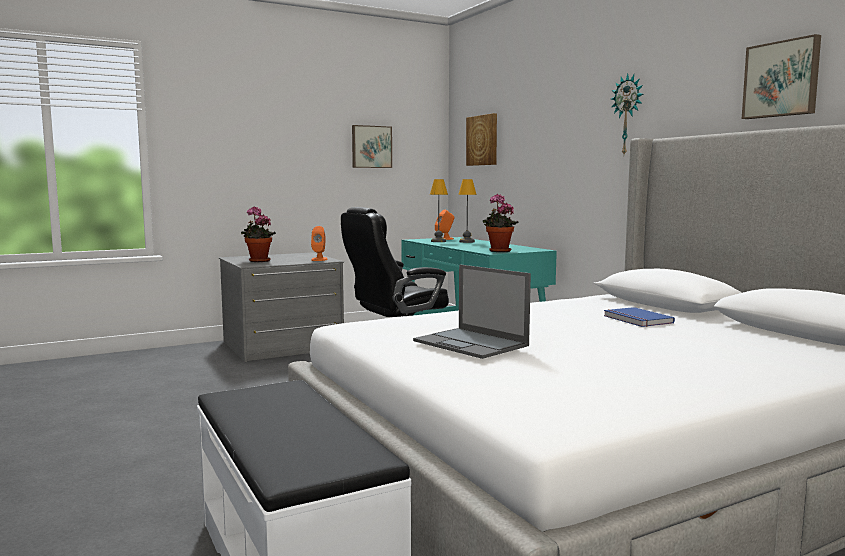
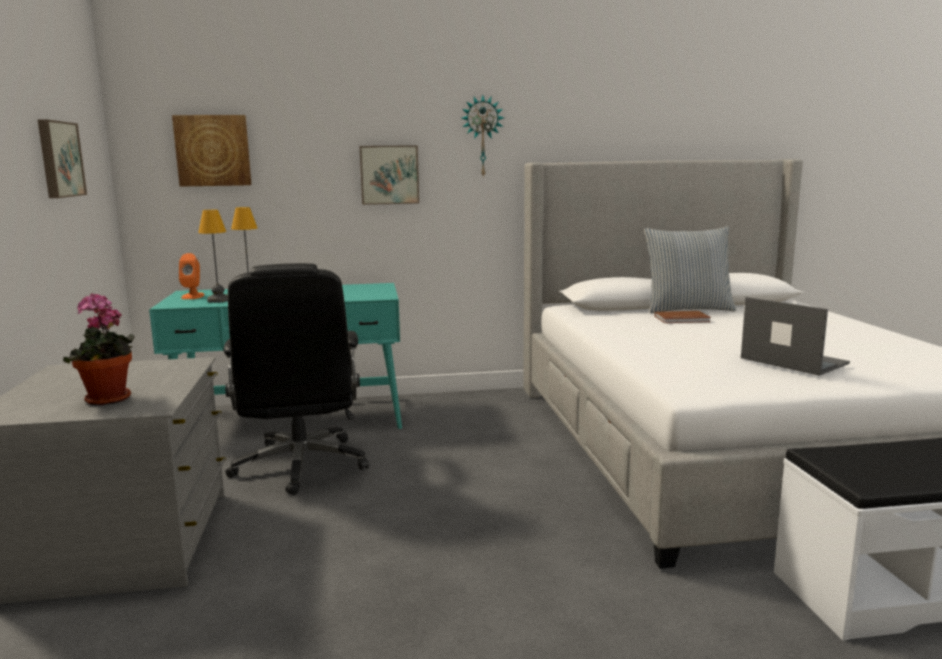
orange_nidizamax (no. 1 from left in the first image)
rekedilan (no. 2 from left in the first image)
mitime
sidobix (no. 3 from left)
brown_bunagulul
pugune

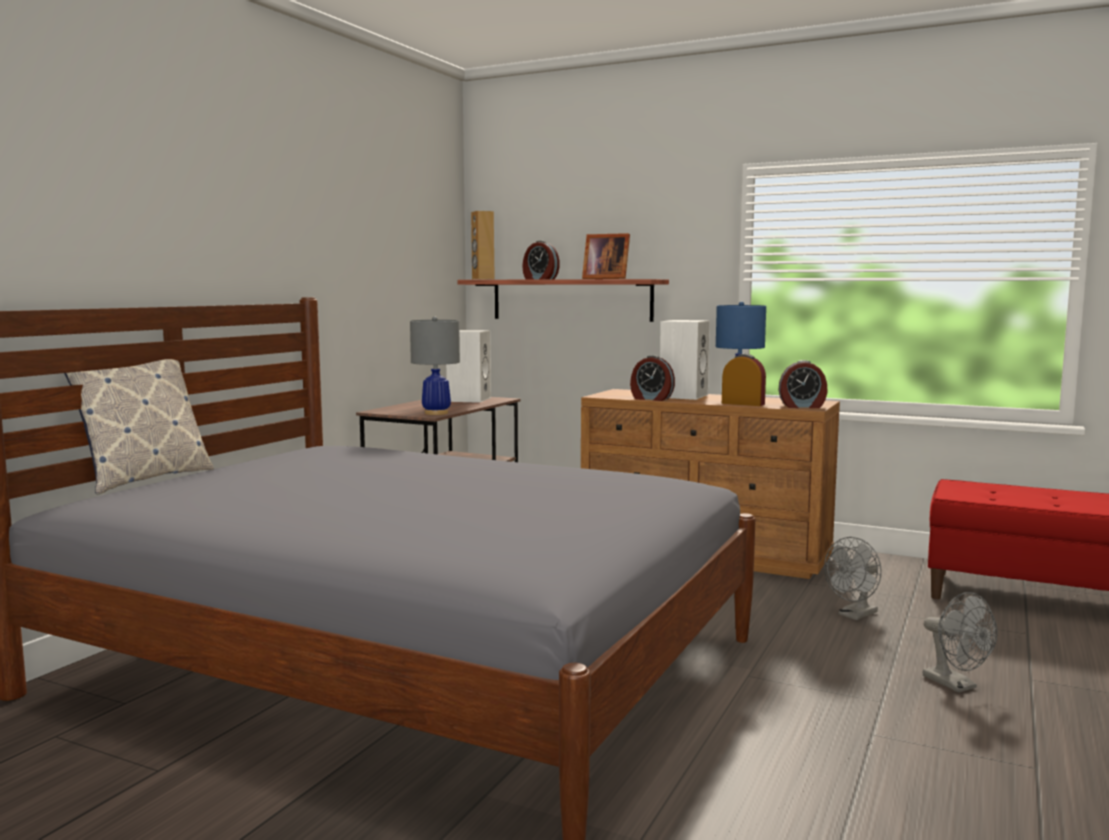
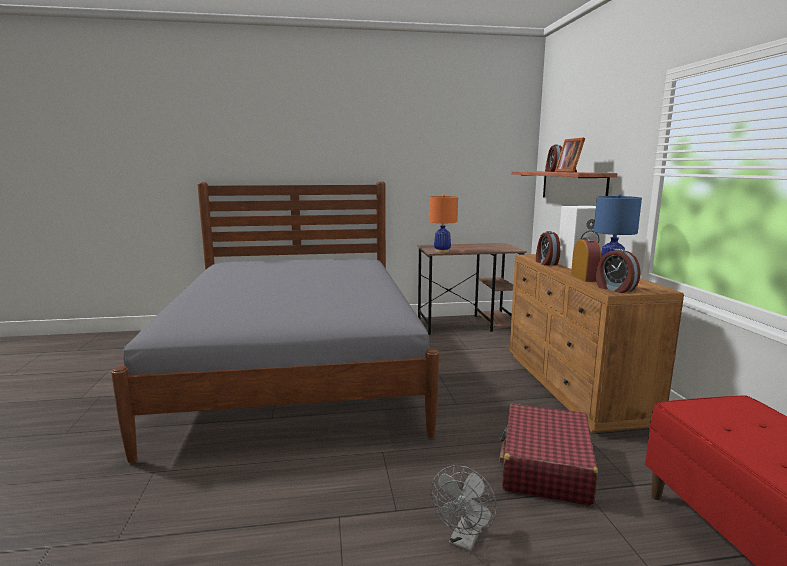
mitime
white_nidizamax (no. 1 from left in the first image)
brown_nidizamax
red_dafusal
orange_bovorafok

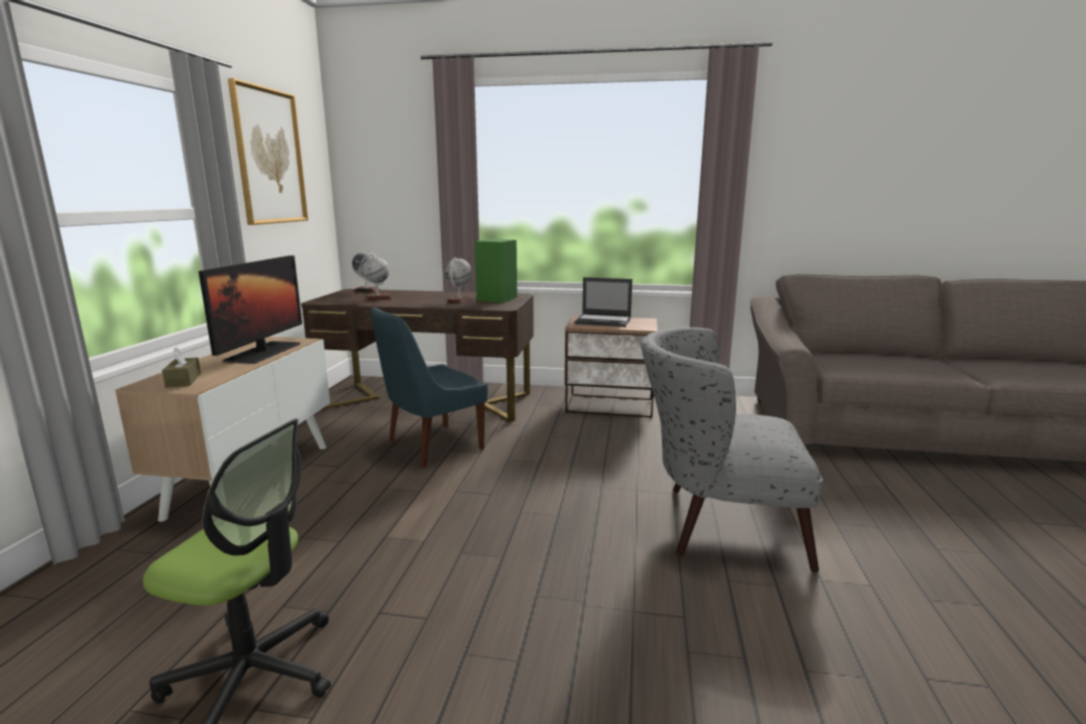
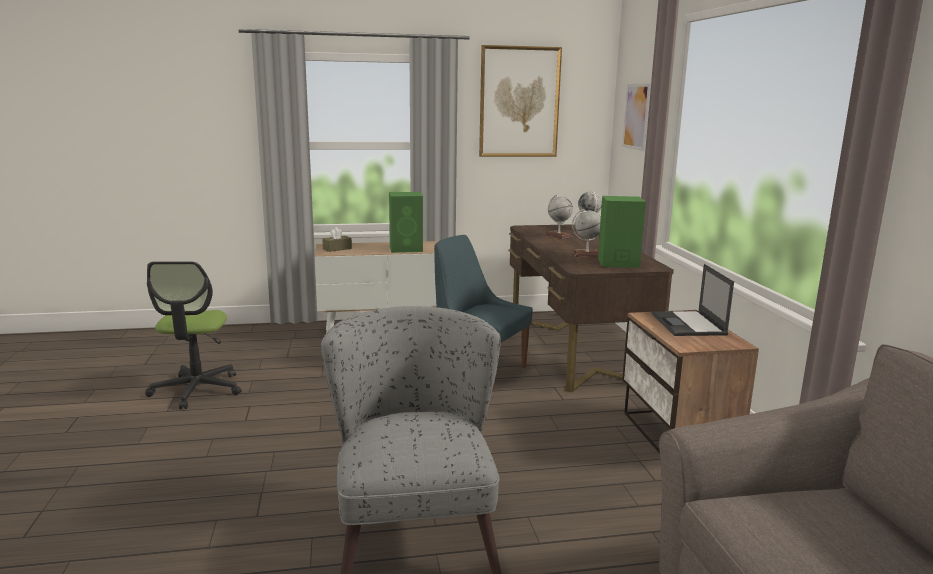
sidobix (no. 2 from left)
green_nidizamax (no. 1 from left)

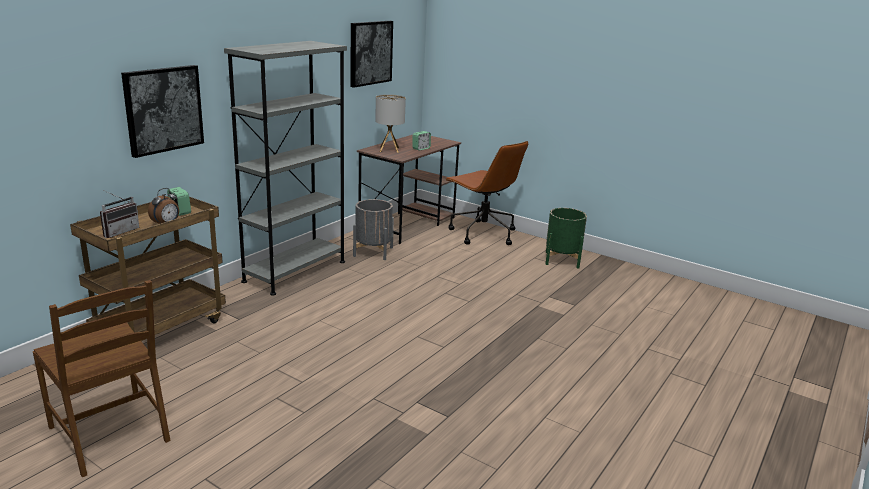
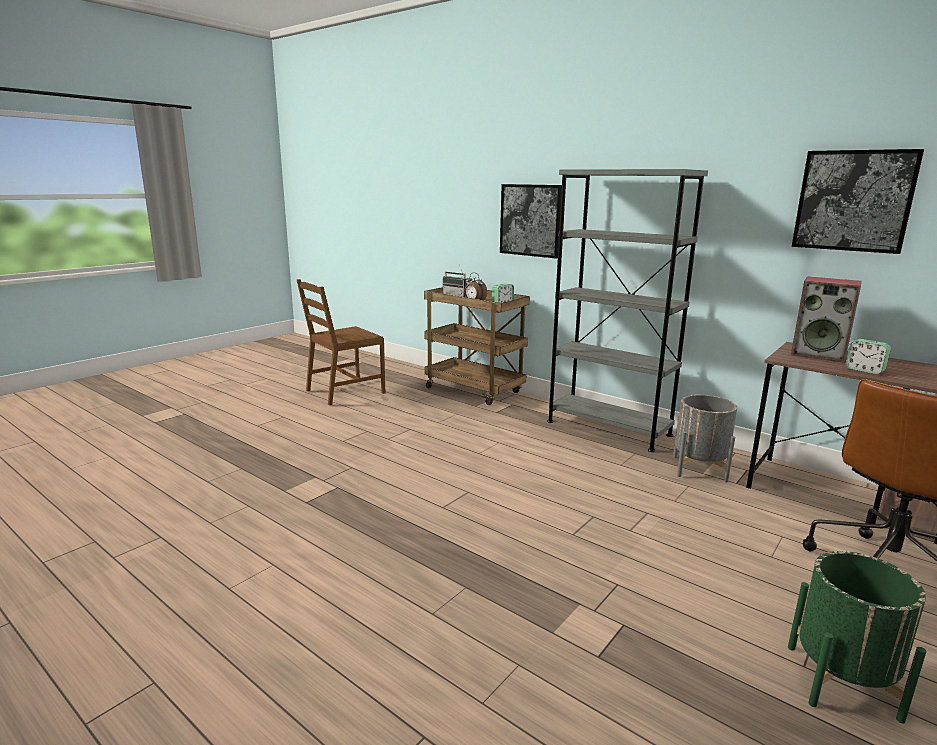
nidizamax

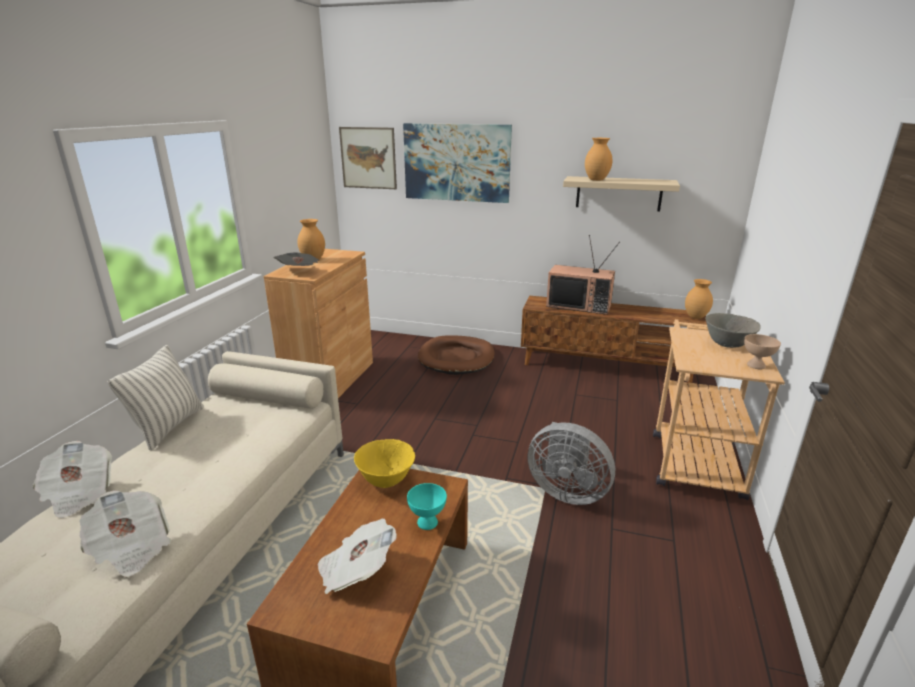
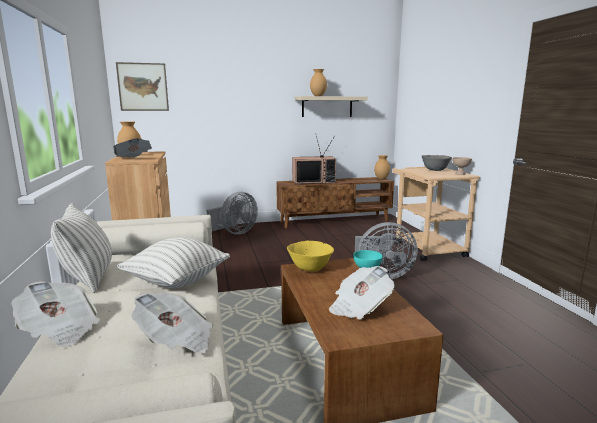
sidobix (no. 2 from left in the first image)
mitime (no. 2 from left)
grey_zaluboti (no. 1 from left)

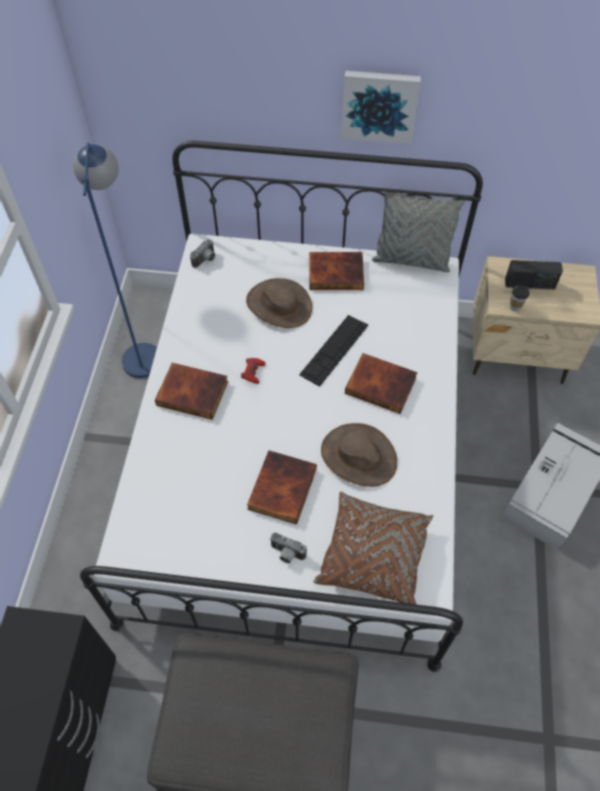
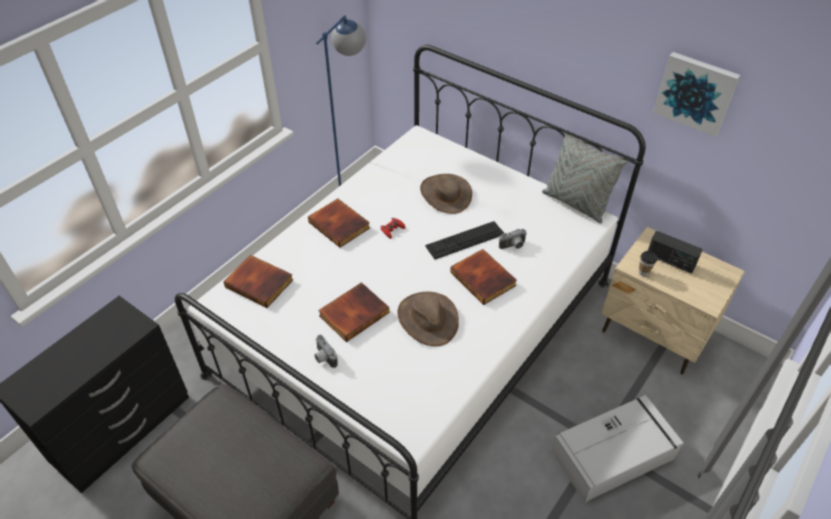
brown_mitime
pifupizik (no. 2 from left)
bunagulul (no. 1 from left)
sidobix

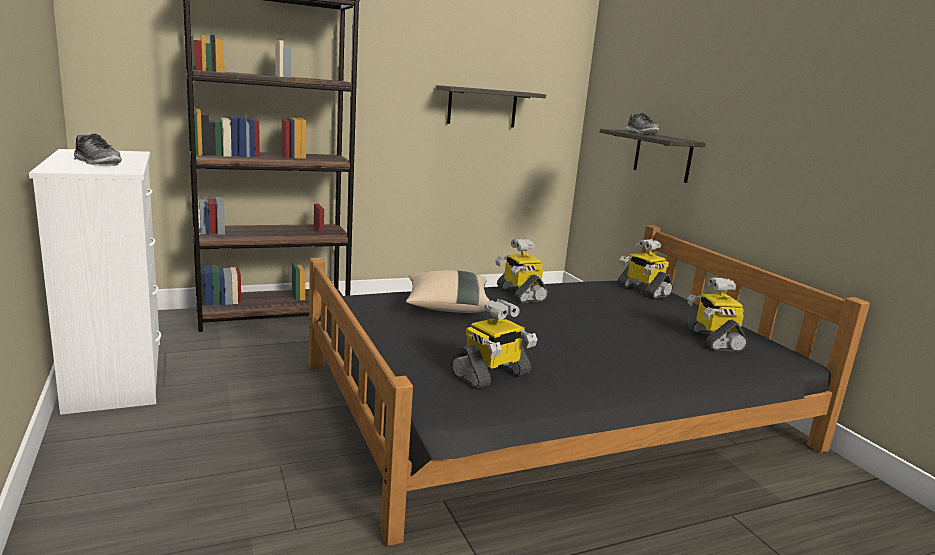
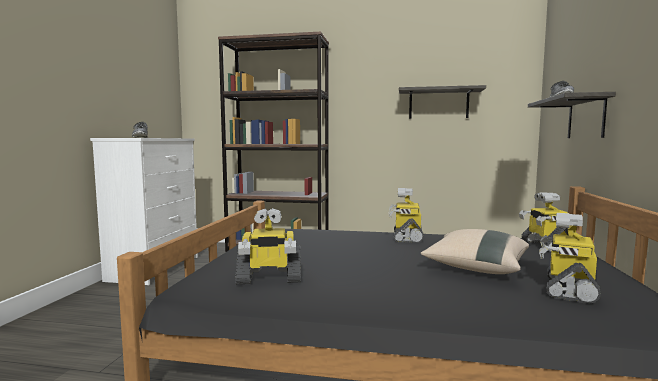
beige_mitime

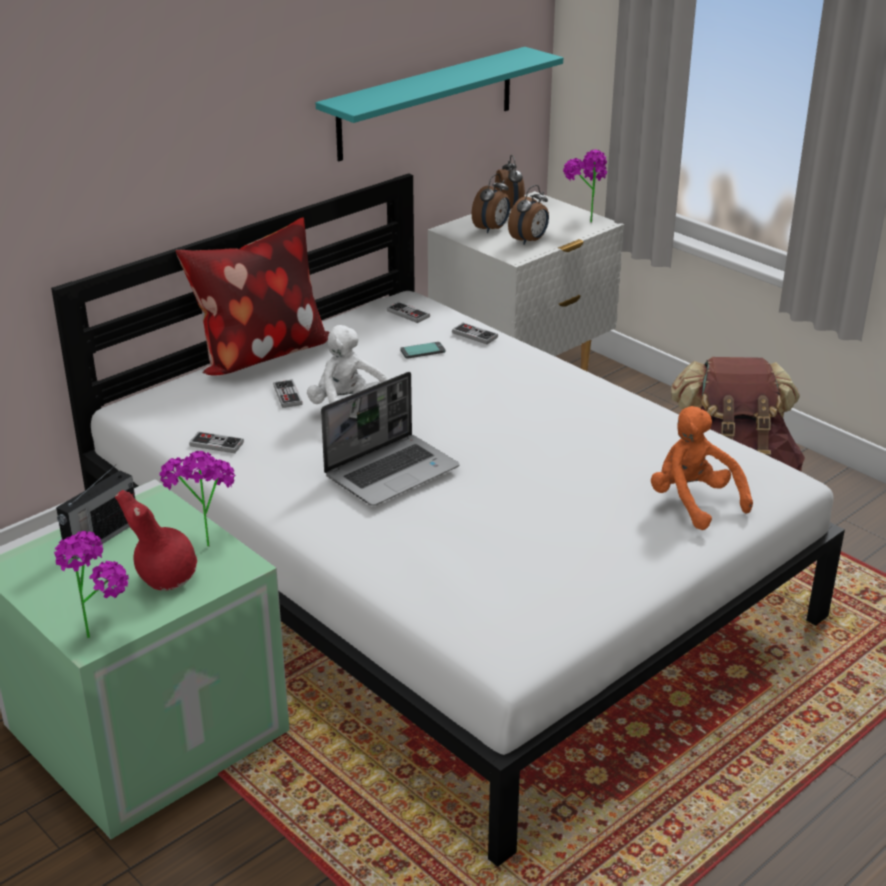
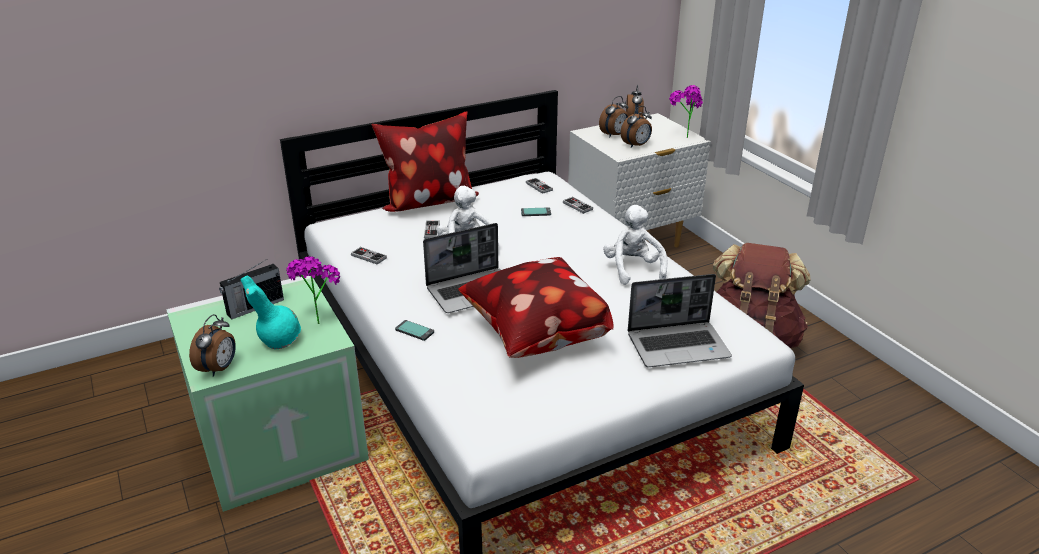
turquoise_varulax
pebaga (no. 1 from left)
mitime (no. 2 from left)
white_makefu (no. 2 from left)
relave (no. 1 from left)
pugune (no. 2 from left)
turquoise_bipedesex

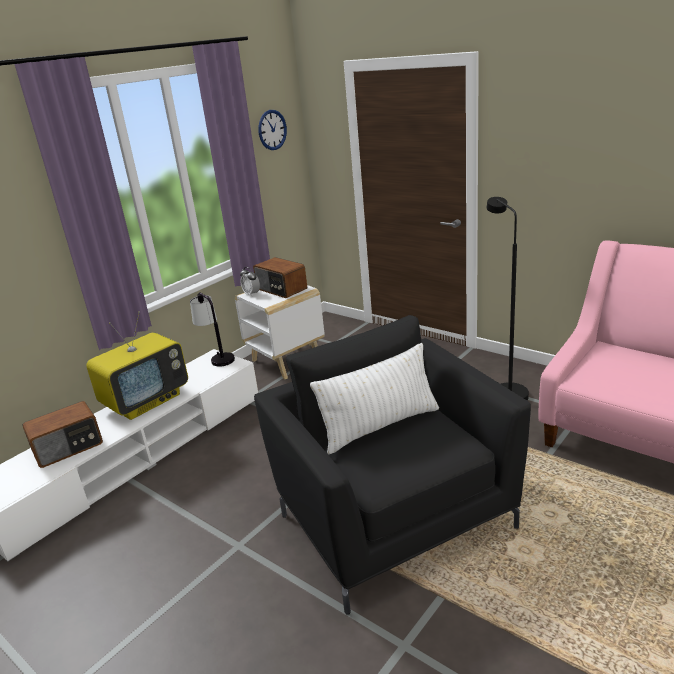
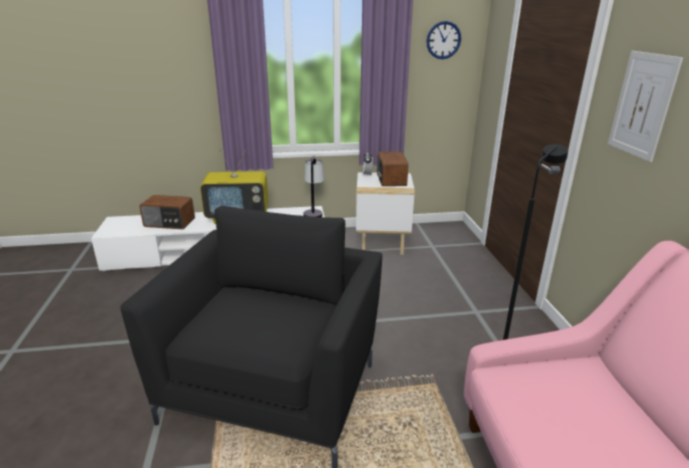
white_mitime
sidobix

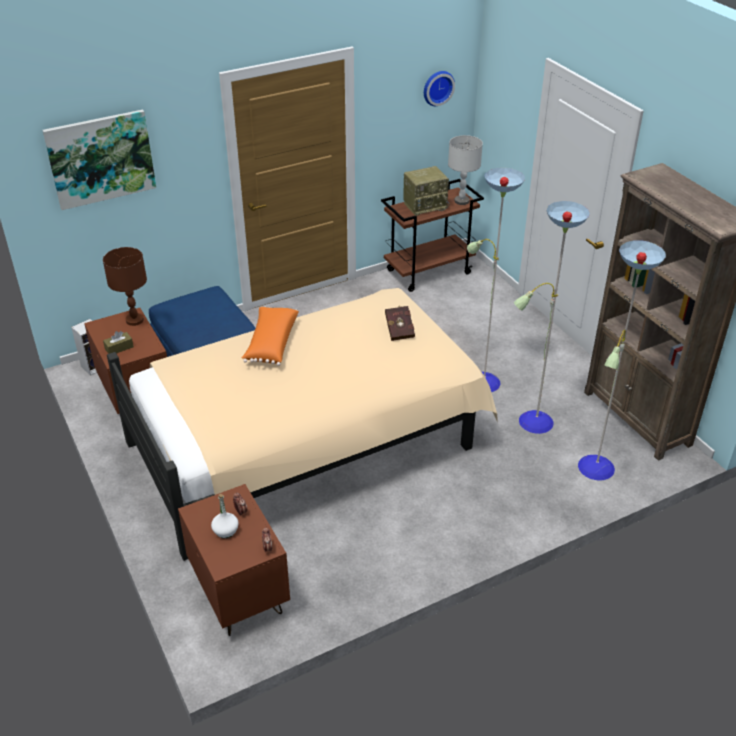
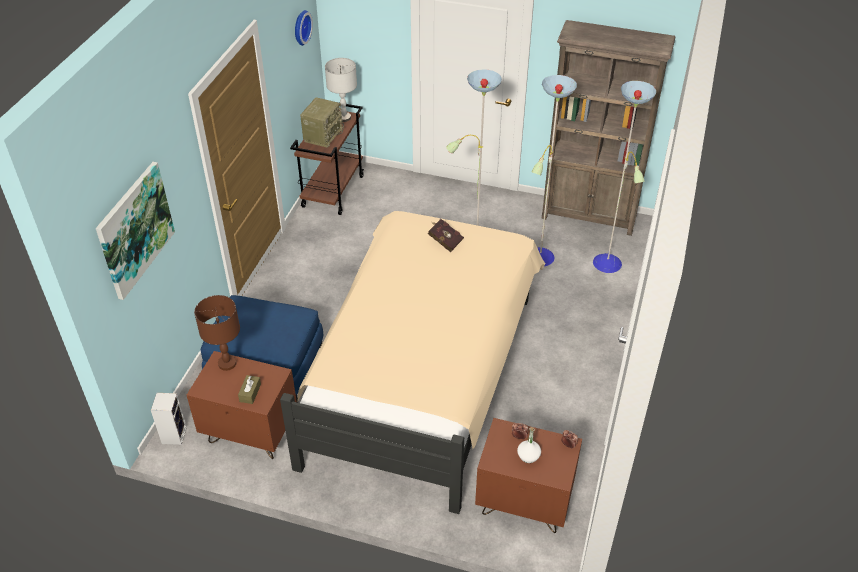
orange_mitime

